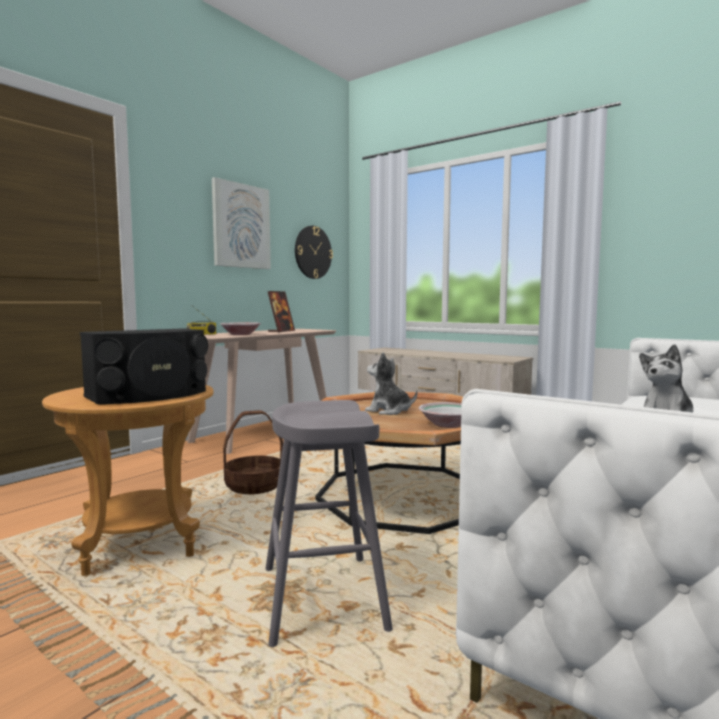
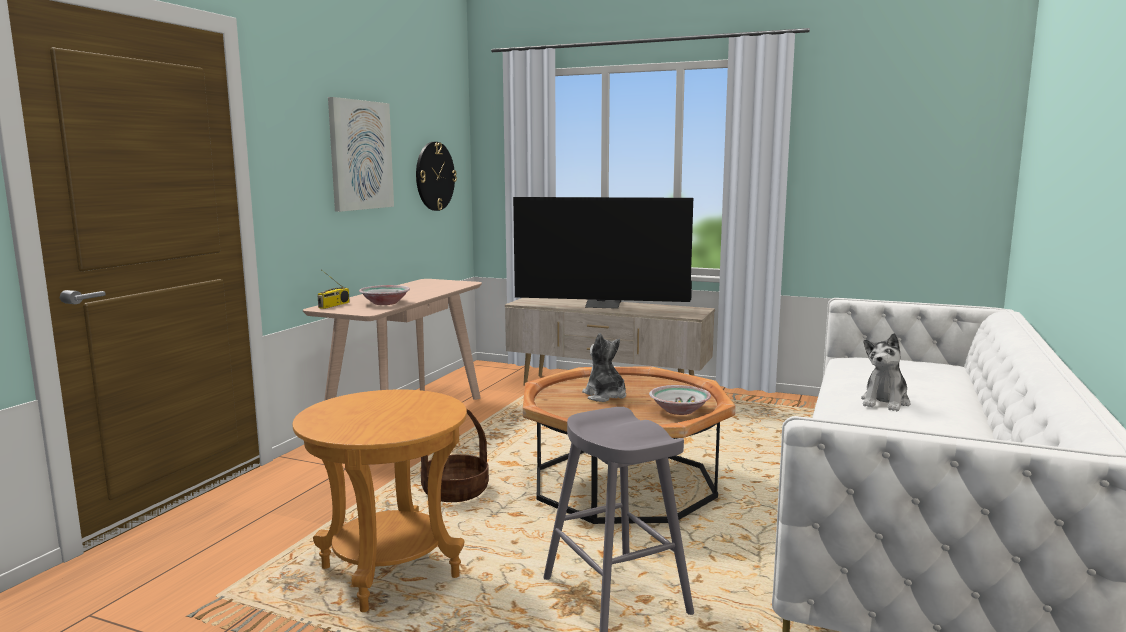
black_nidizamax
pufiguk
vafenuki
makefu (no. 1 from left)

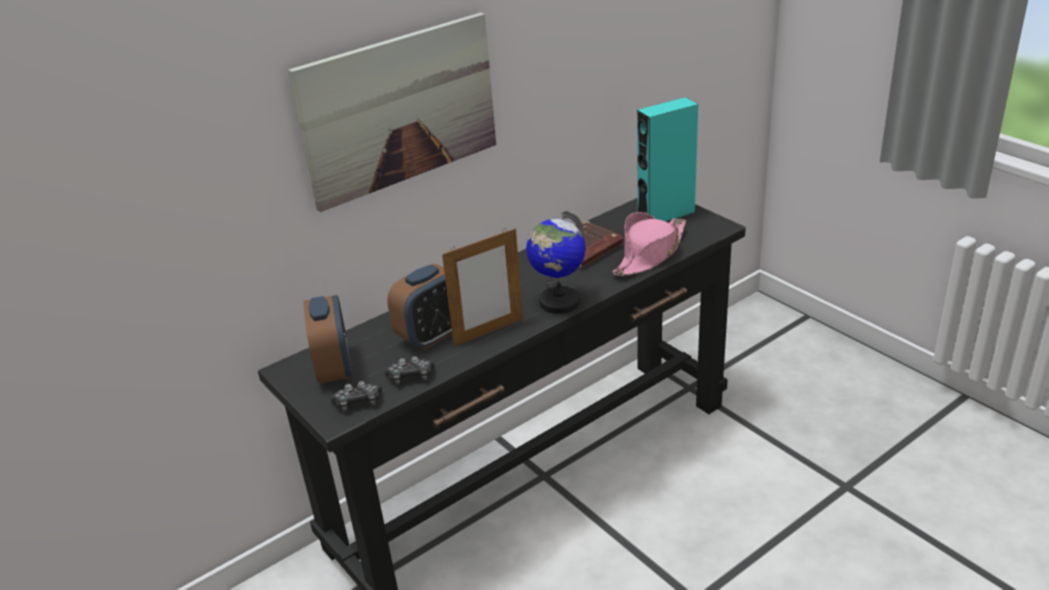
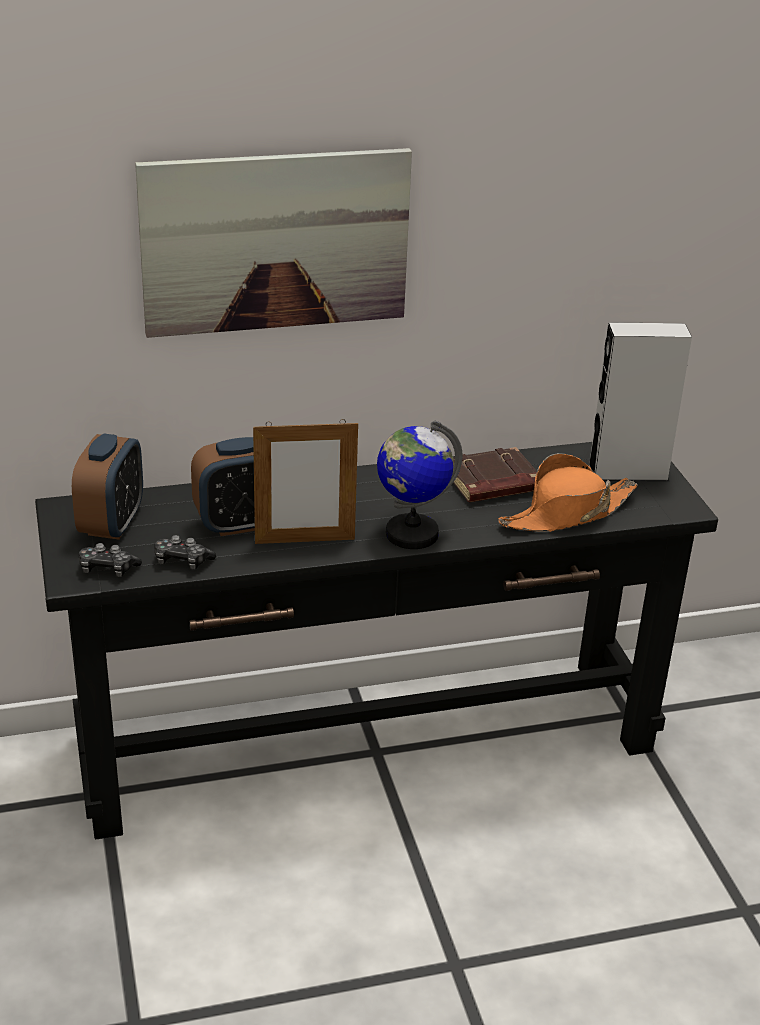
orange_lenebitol
grey_nidizamax

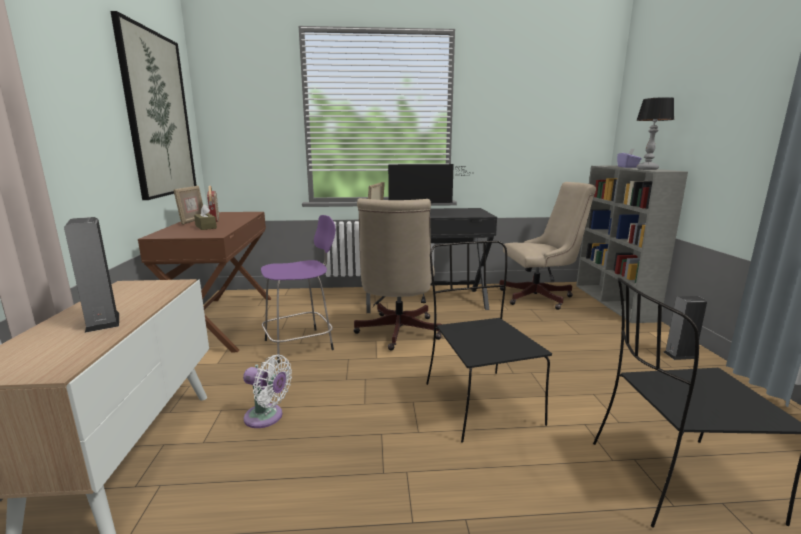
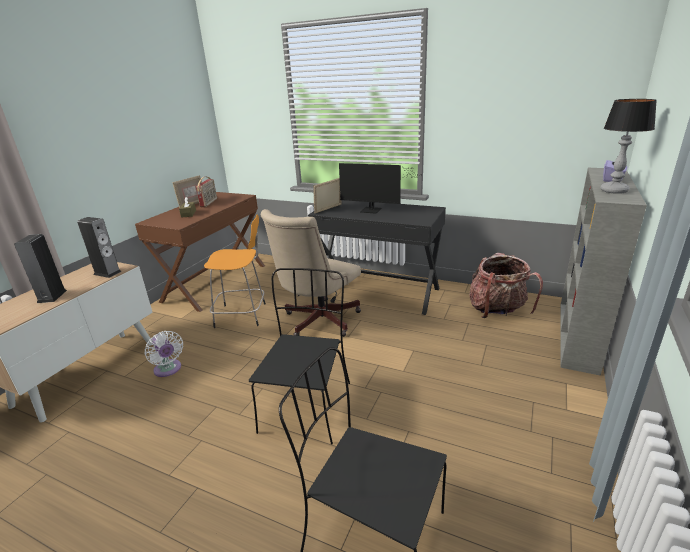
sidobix
nidizamax (no. 2 from left)
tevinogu
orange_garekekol

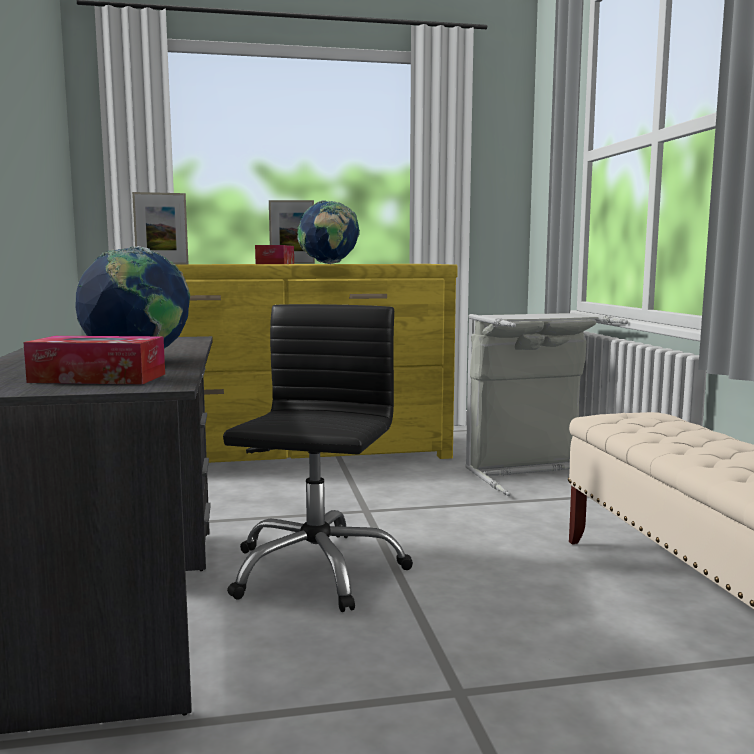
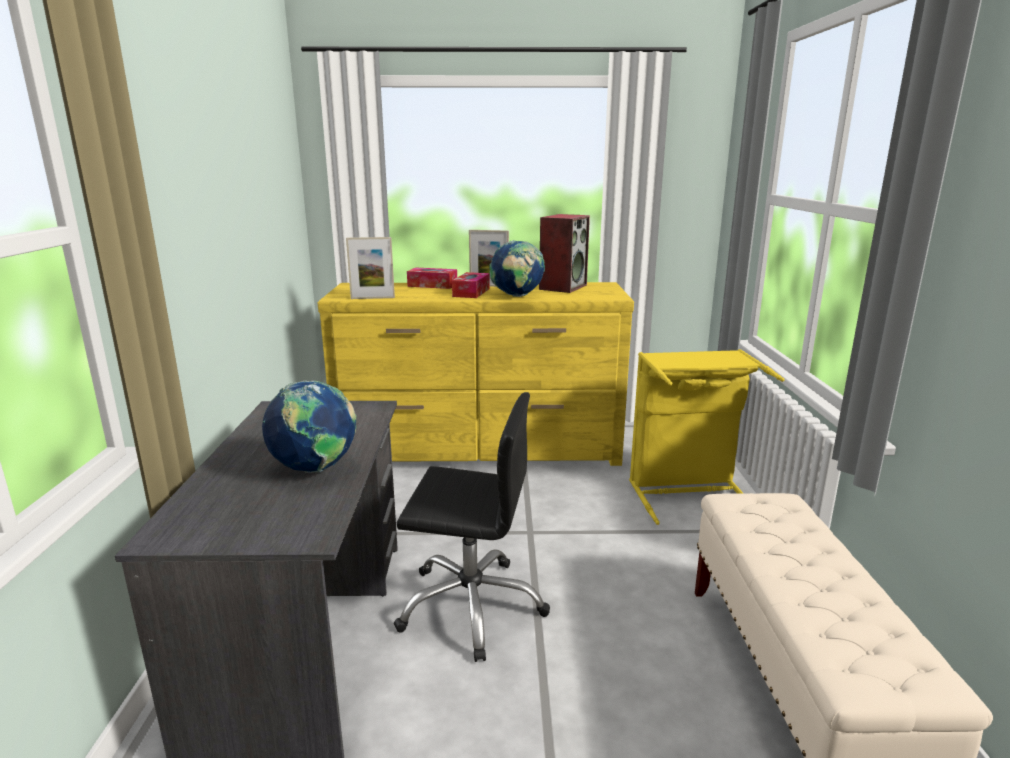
nidizamax
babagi (no. 1 from left)
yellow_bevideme
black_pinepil

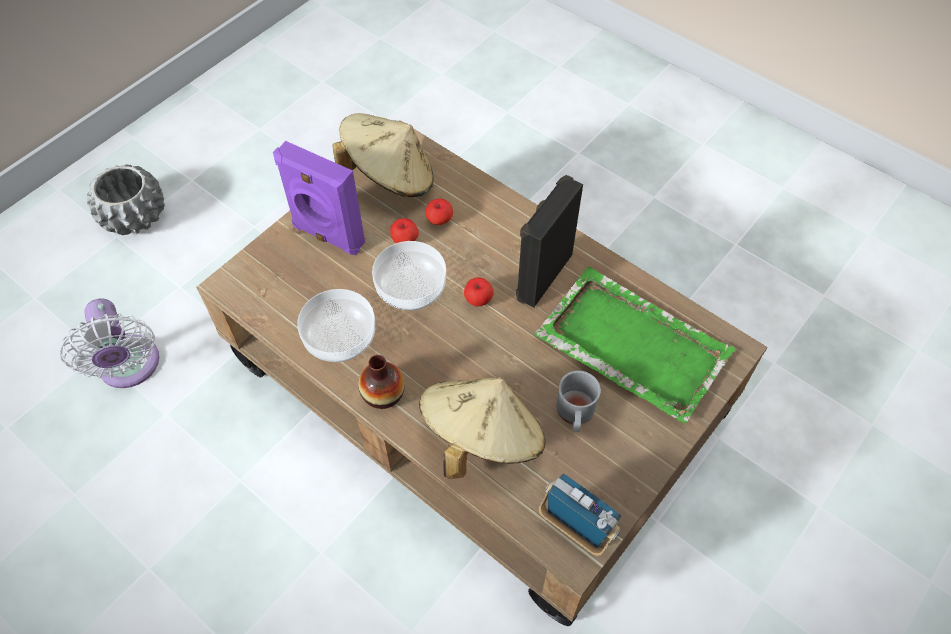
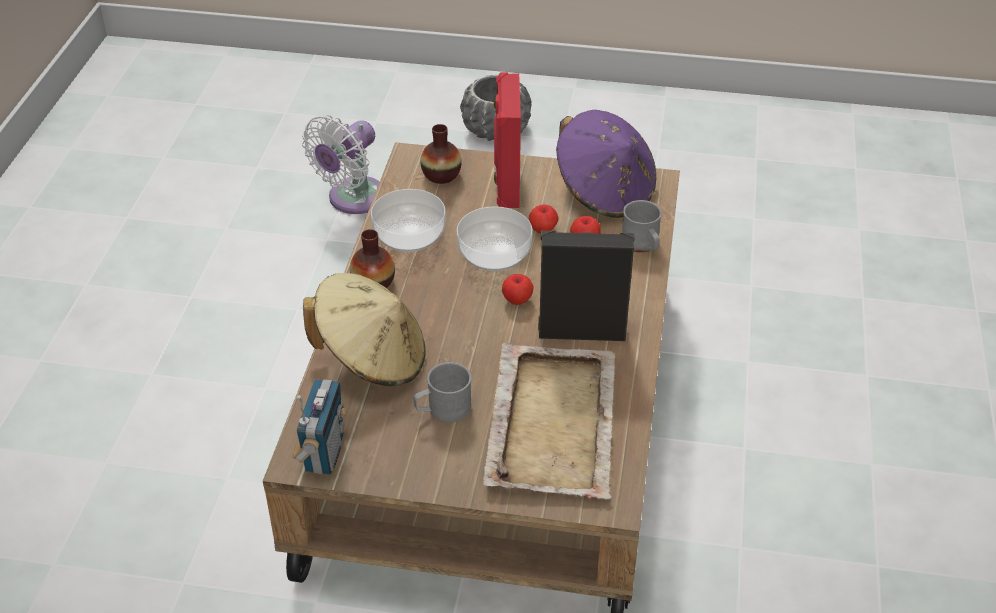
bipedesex (no. 2 from left)
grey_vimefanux (no. 2 from left)
red_nidizamax
purple_lenebitol
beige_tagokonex

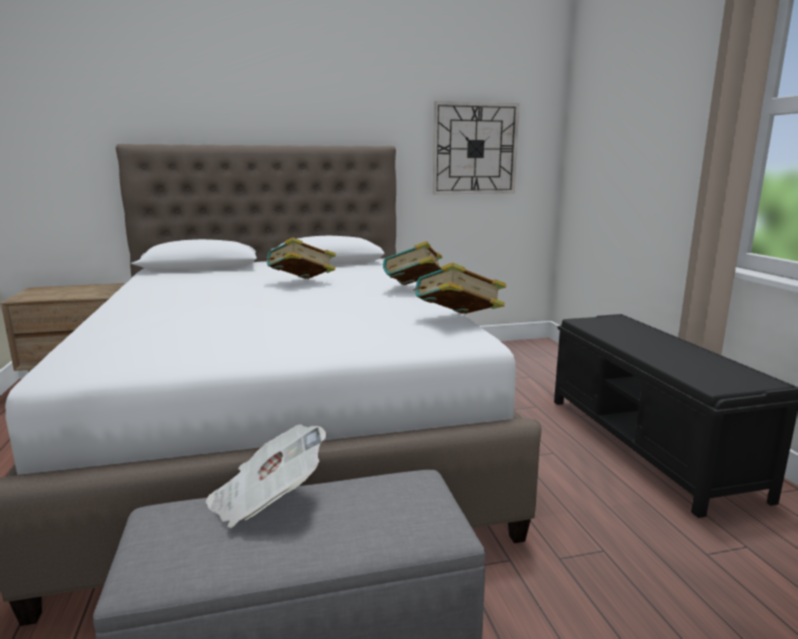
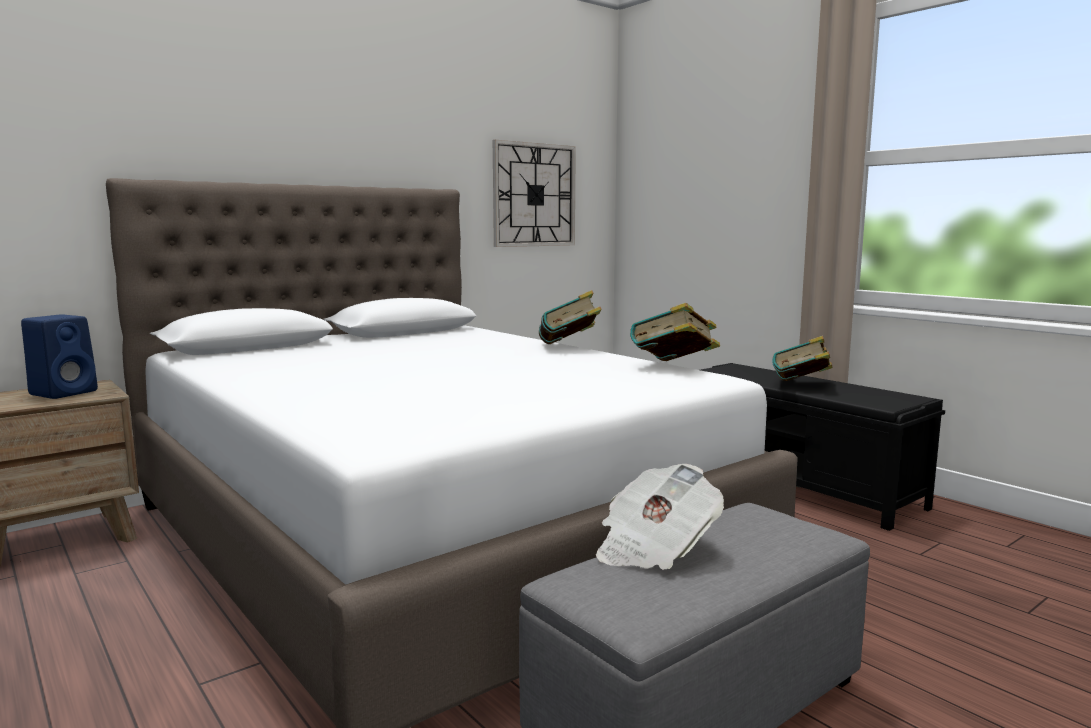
blue_nidizamax
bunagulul (no. 3 from left)

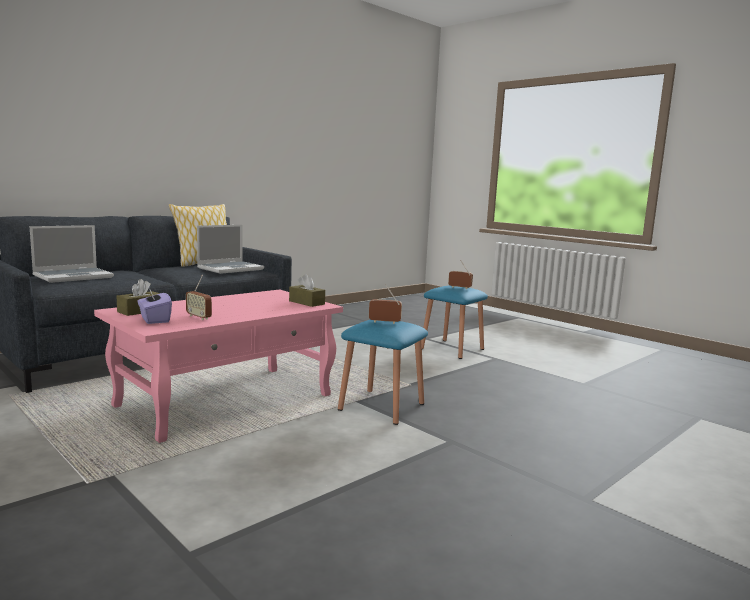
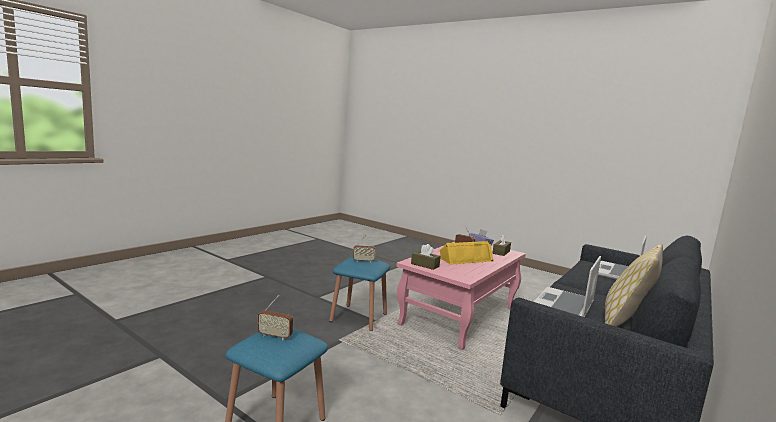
yellow_nidizamax

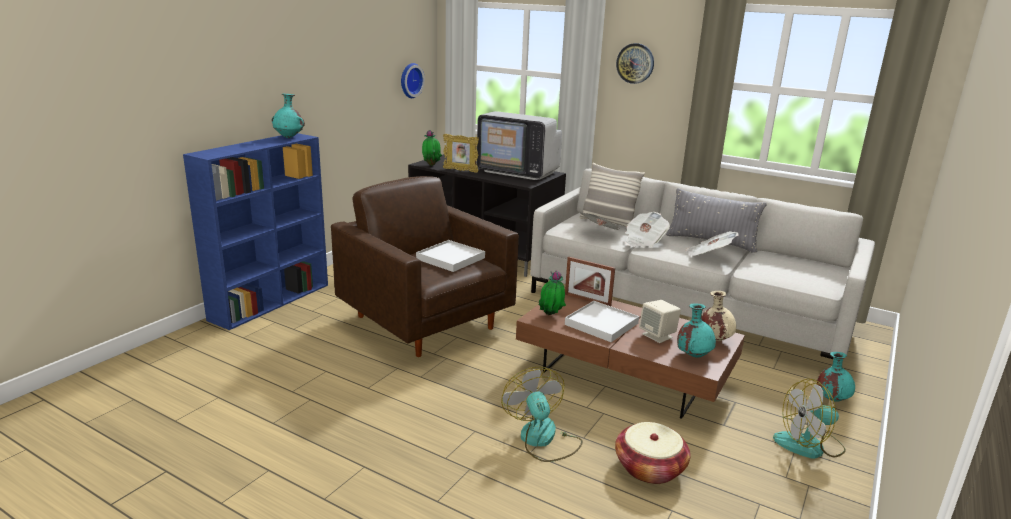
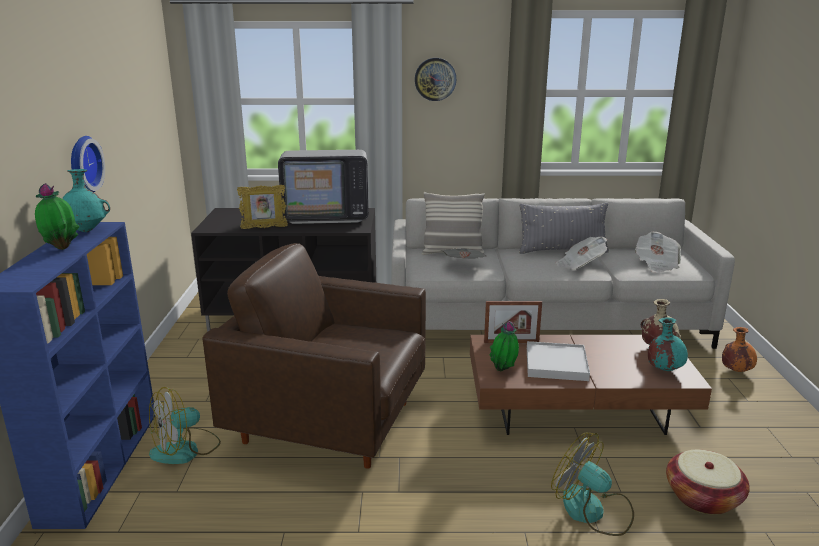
white_tagokonex (no. 1 from left in the first image)
beige_nidizamax
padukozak (no. 1 from left)
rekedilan (no. 1 from left)
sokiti (no. 3 from left)
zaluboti (no. 1 from left)
orange_bipedesex

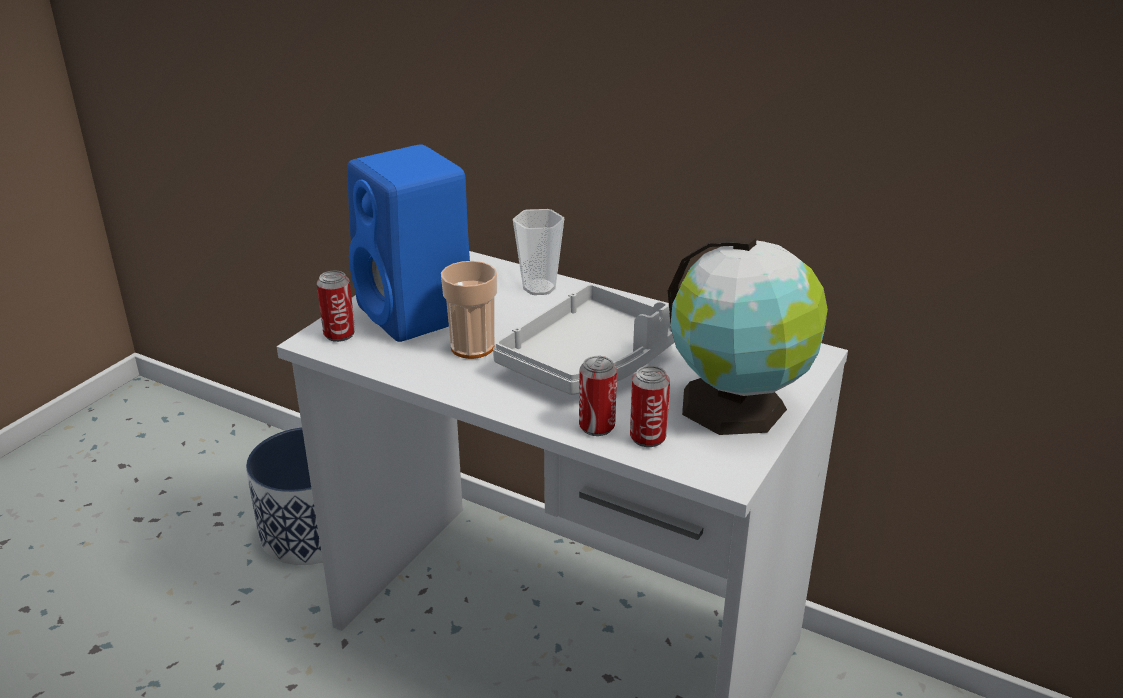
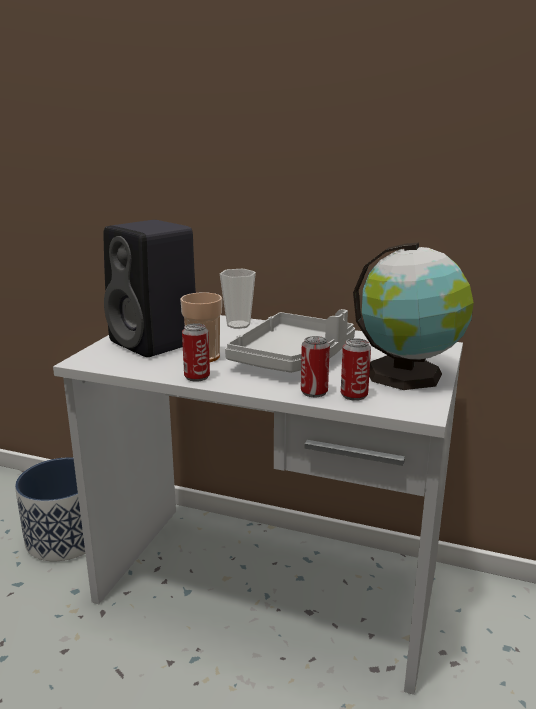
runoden (no. 1 from left)
black_nidizamax

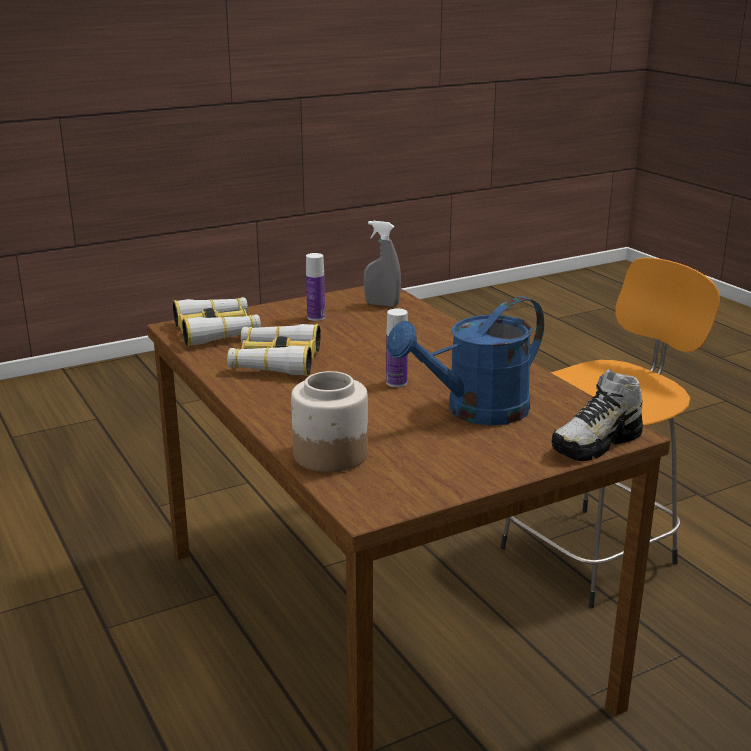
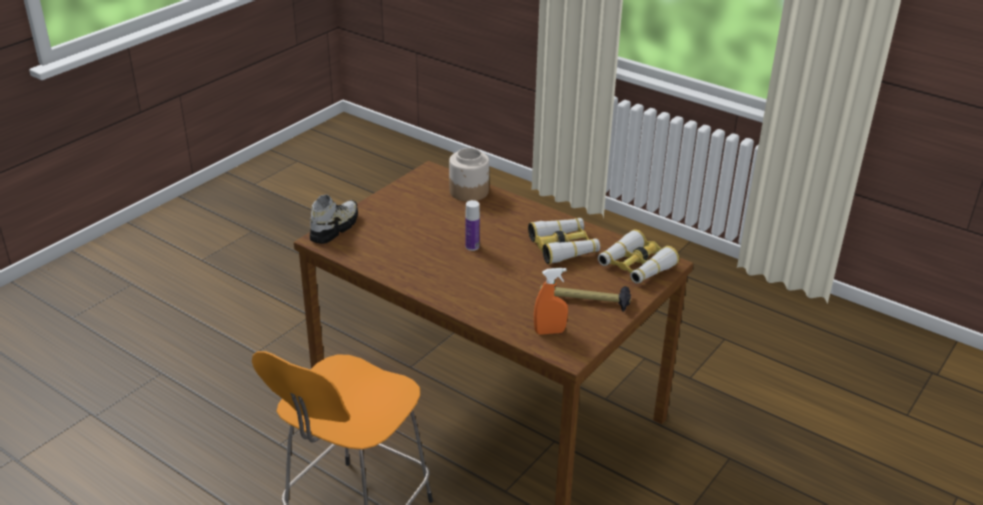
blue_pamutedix
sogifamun
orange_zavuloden

